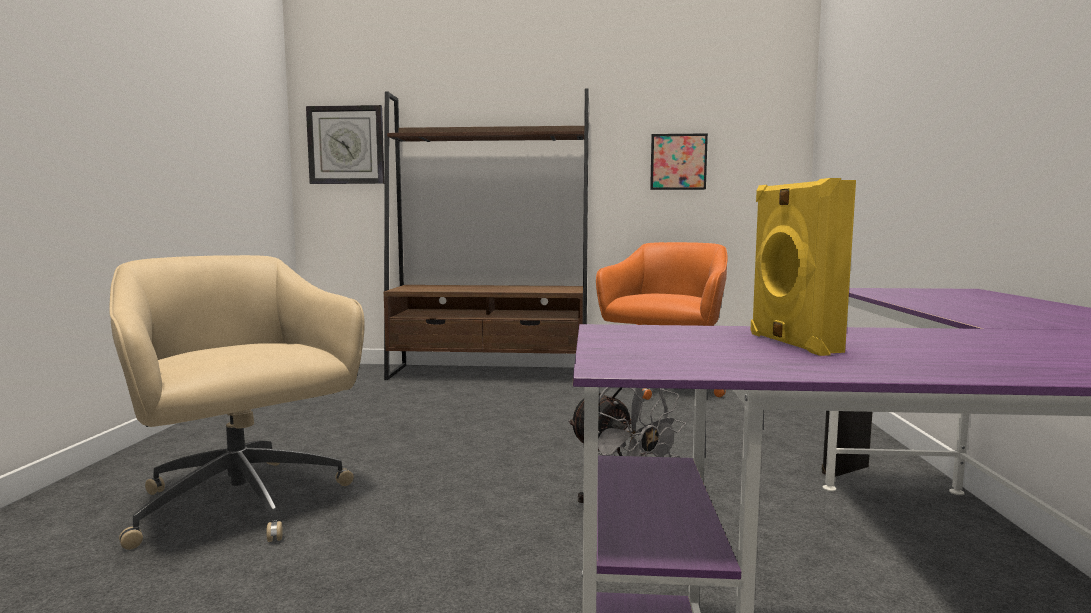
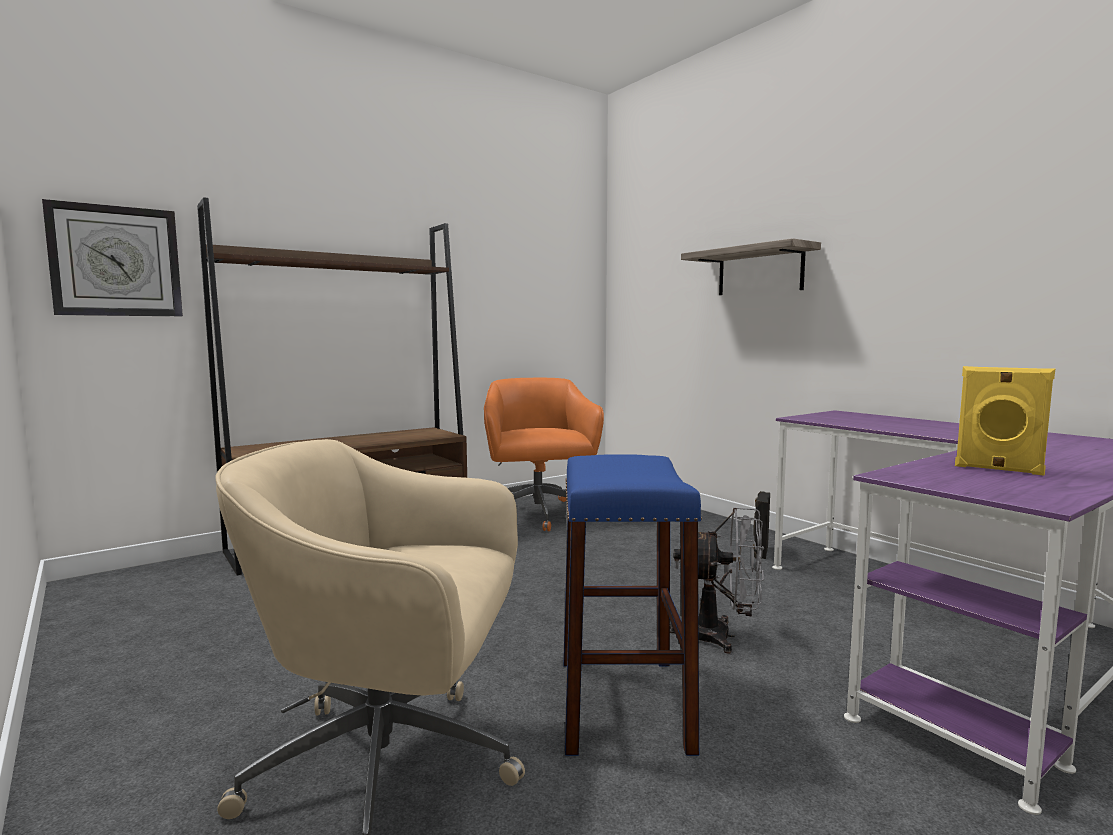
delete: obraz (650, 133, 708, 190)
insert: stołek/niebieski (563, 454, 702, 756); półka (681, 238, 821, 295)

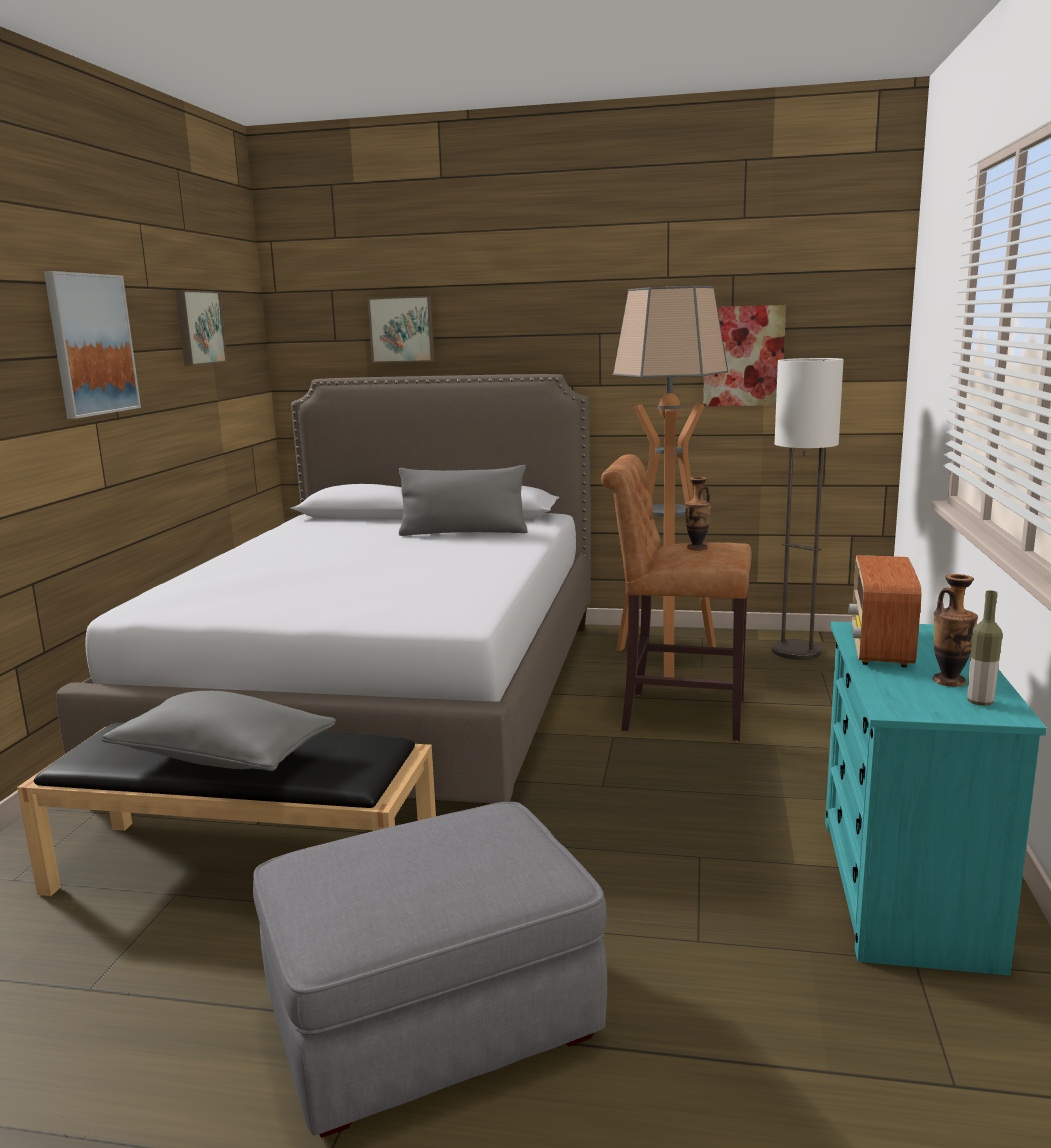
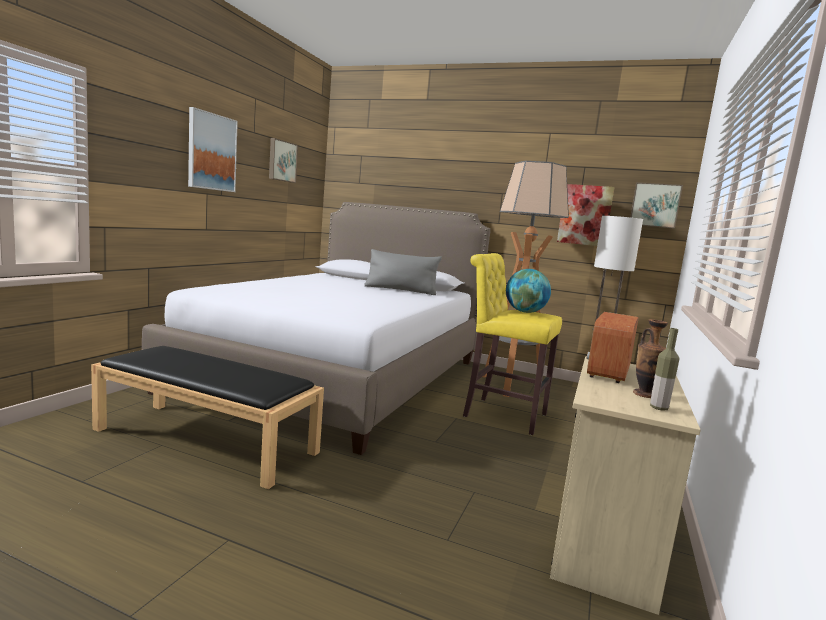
delete: poduszka/szary (102, 691, 336, 771); pufa/szary (253, 802, 607, 1138)
move: obraz (367, 296, 434, 363) to (630, 182, 683, 228)
replace: wazon (685, 477, 711, 551) to globus (506, 269, 551, 313)
recolor: stołek/brązowy (601, 454, 752, 741) to stołek/żółty (463, 253, 562, 435); komoda/turkusowy (825, 622, 1047, 976) to komoda/beżowy (550, 356, 701, 615)

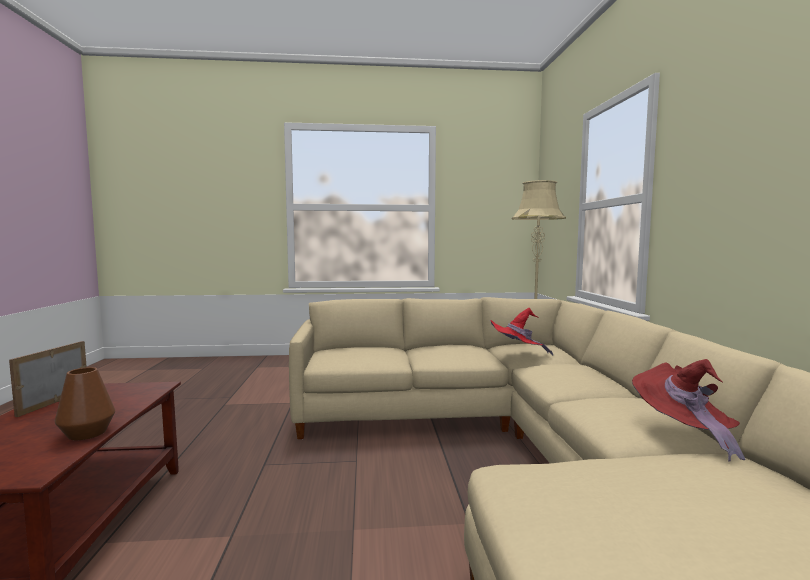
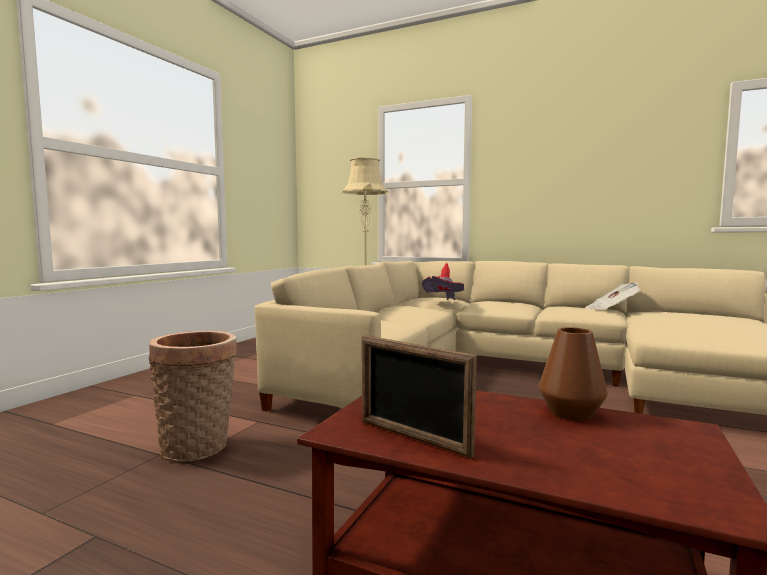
insert: koszyk (149, 331, 237, 462)
replace: kapelusz/czerwony (632, 359, 745, 462) to gazeta (585, 282, 640, 310)

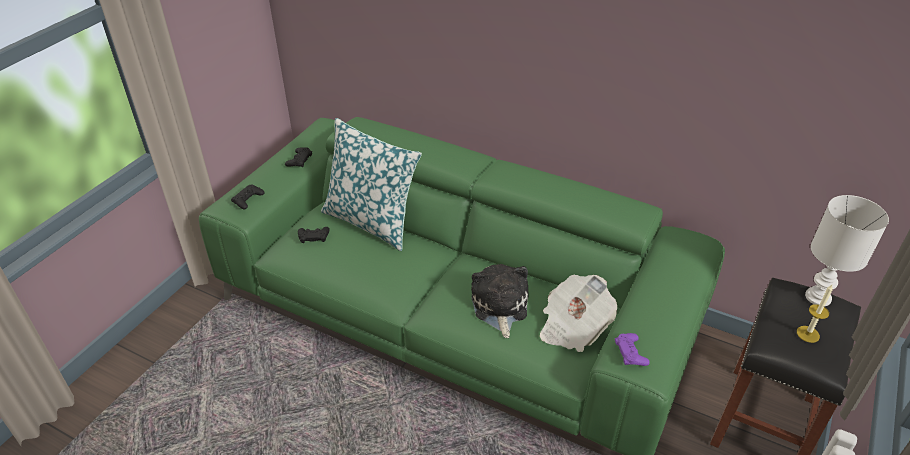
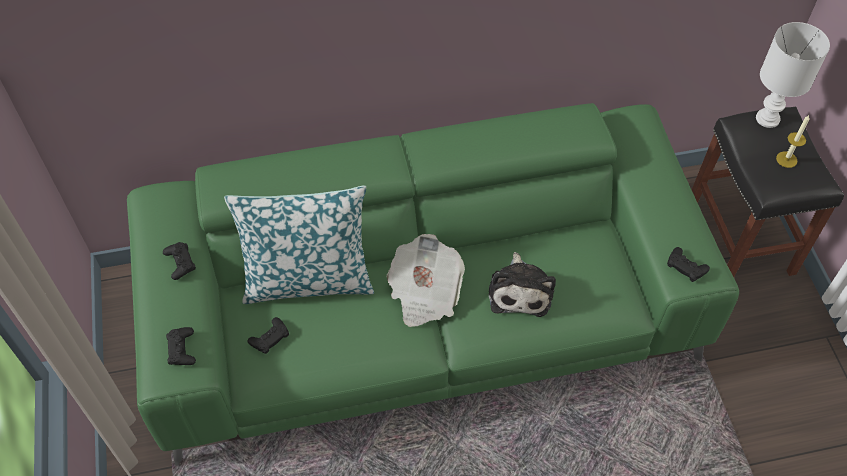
move: gazeta (540, 275, 617, 352) to (387, 234, 465, 327)
recolor: pad do gier/fioletowy (615, 333, 650, 366) to pad do gier/czarny (667, 247, 710, 282)
rotate: pluszak (471, 264, 529, 338) = (489, 252, 556, 317) 135 degrees counterclockwise

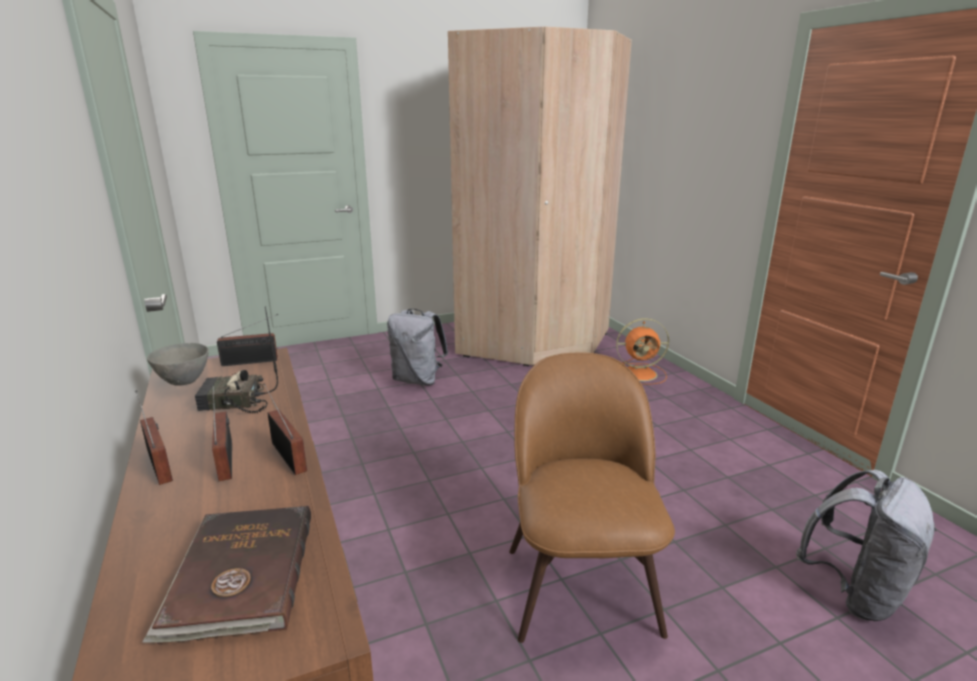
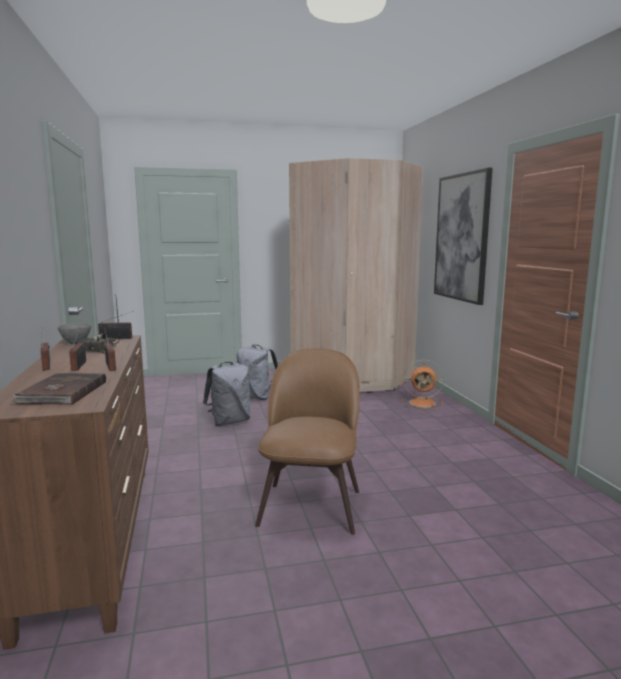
insert: obraz (434, 168, 492, 305)
move: plecak/szary (796, 469, 937, 621) to (203, 362, 250, 426)

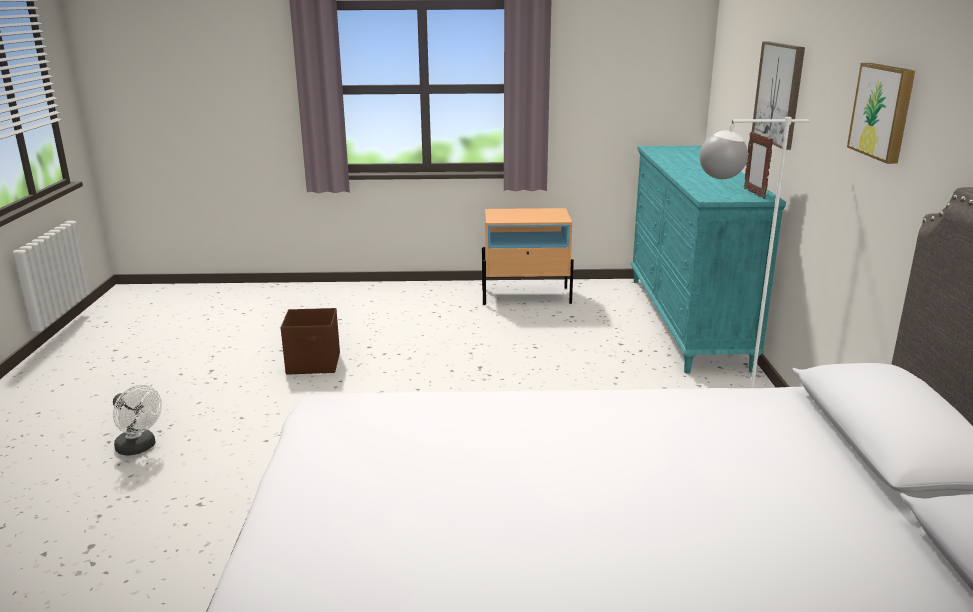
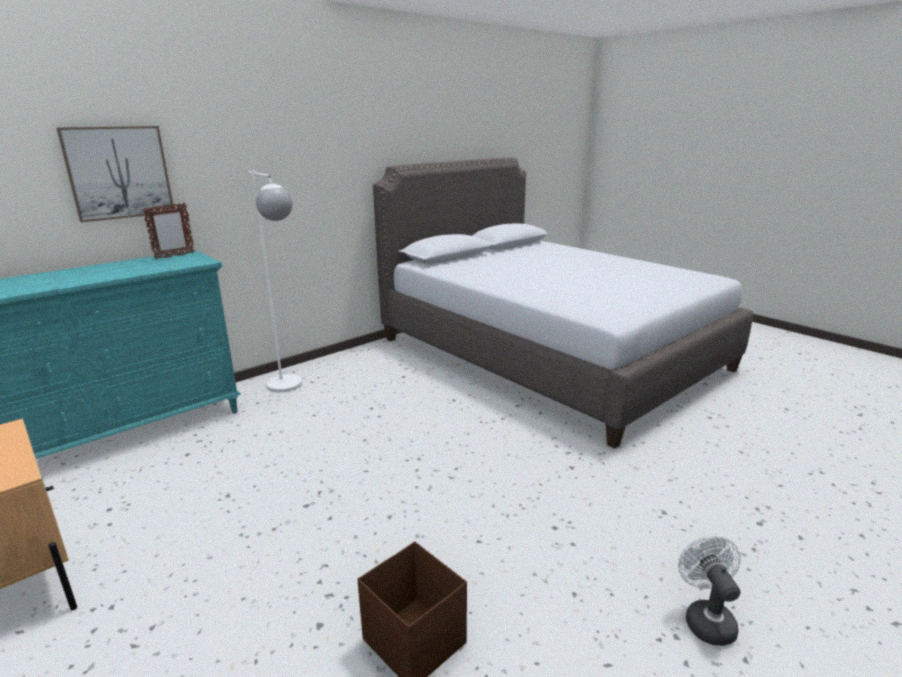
delete: obraz (847, 63, 915, 164)

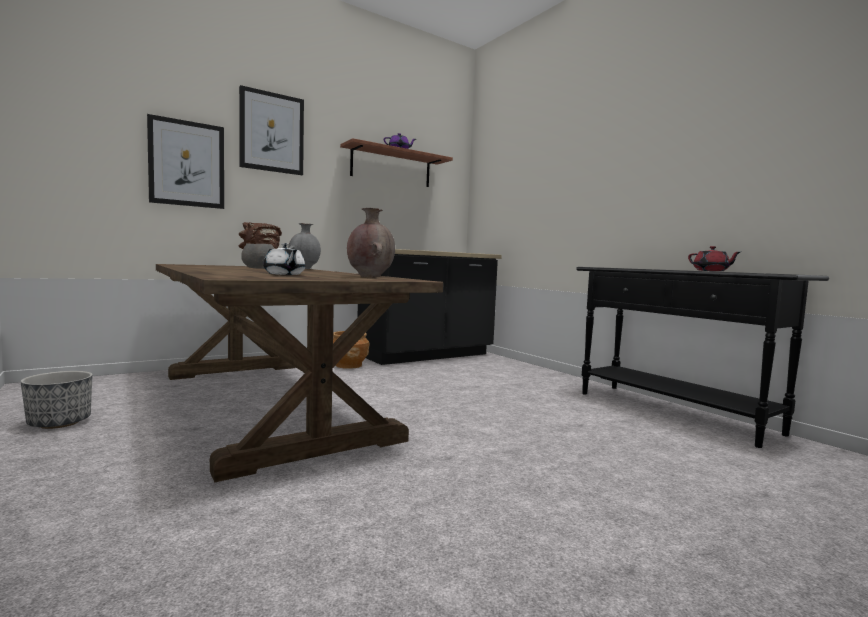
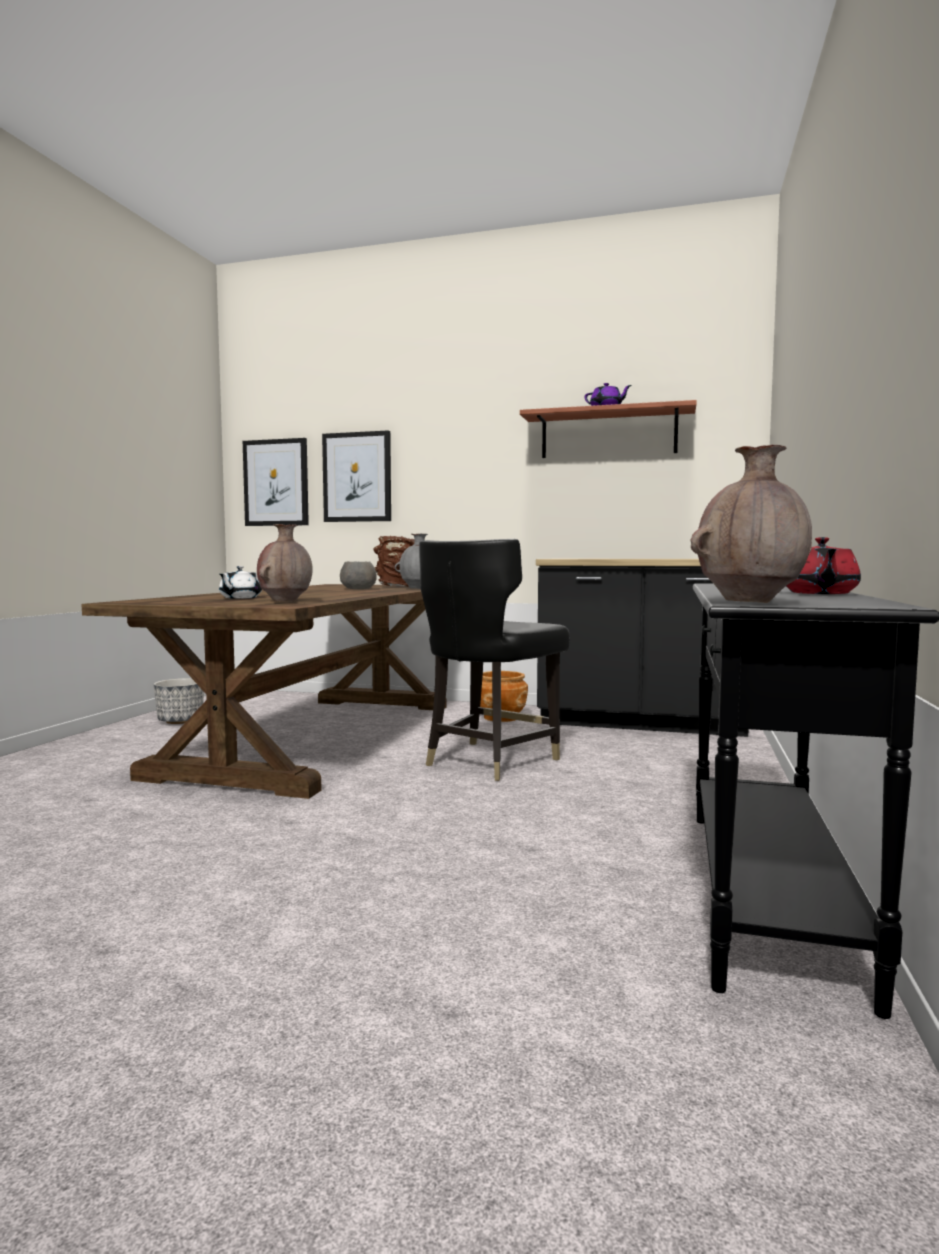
insert: krzesło/czarny (419, 539, 570, 781); wazon/brązowy (690, 445, 812, 603)
move: obraz (239, 85, 304, 175) to (243, 438, 309, 526)

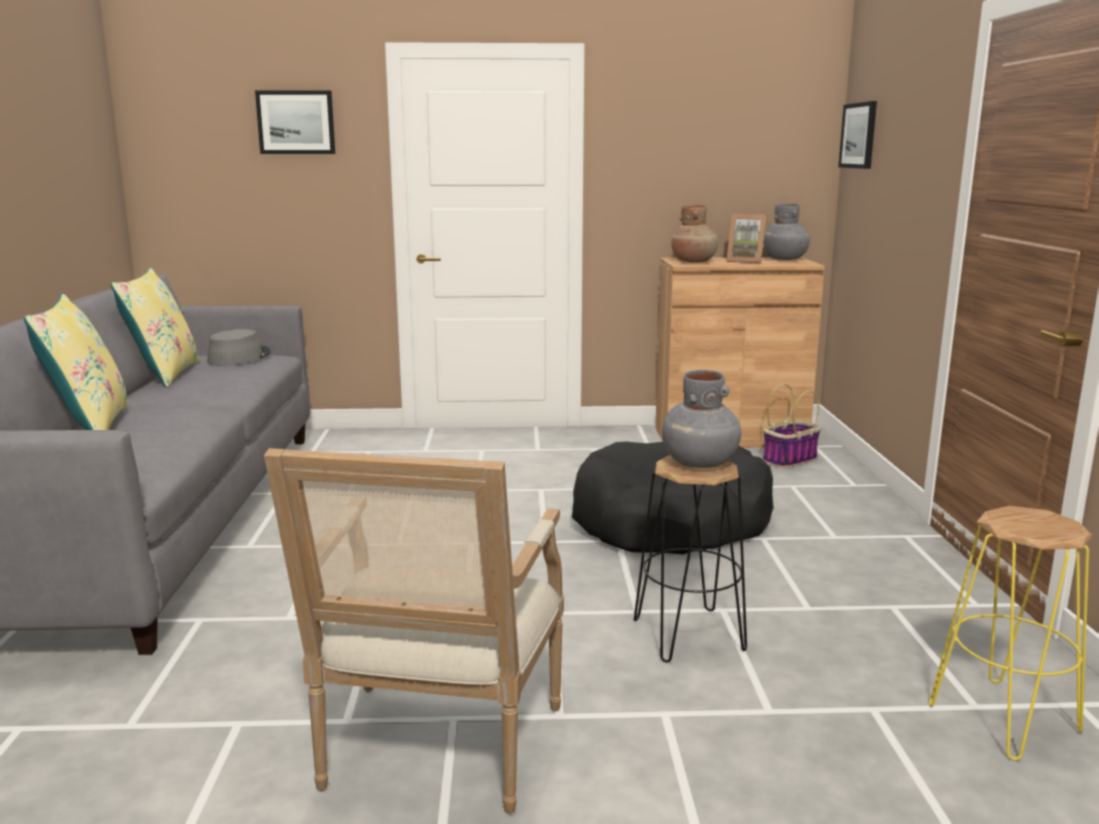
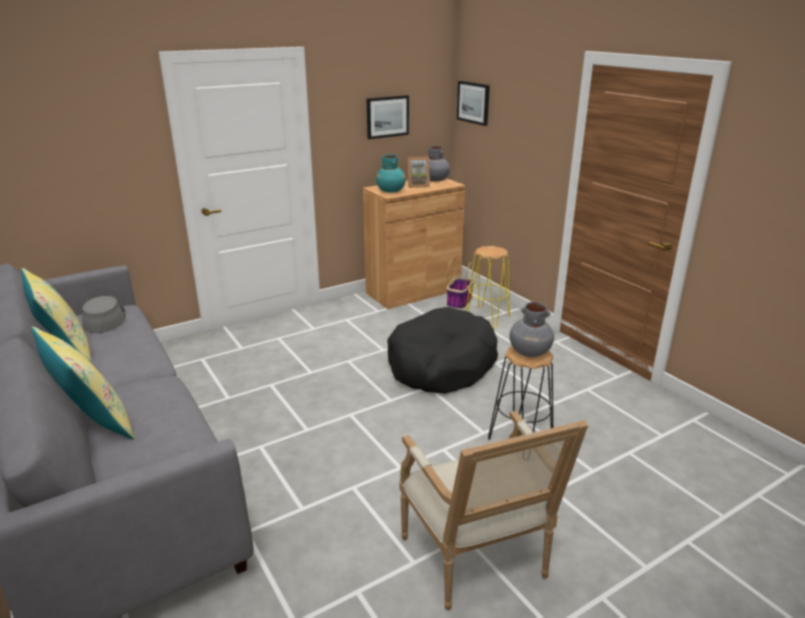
move: obraz (255, 90, 335, 154) to (367, 95, 409, 139); stołek/żółty (929, 506, 1092, 761) to (466, 246, 510, 328)
recolor: wazon/brązowy (671, 205, 718, 263) to wazon/turkusowy (376, 154, 406, 193)

